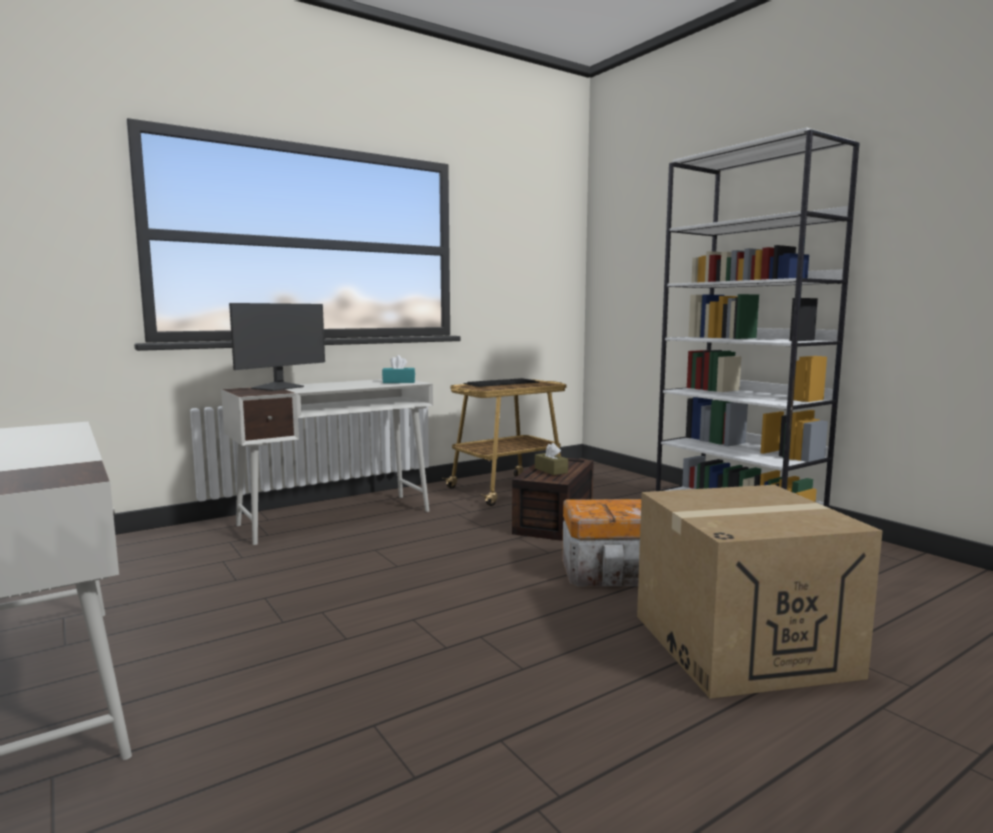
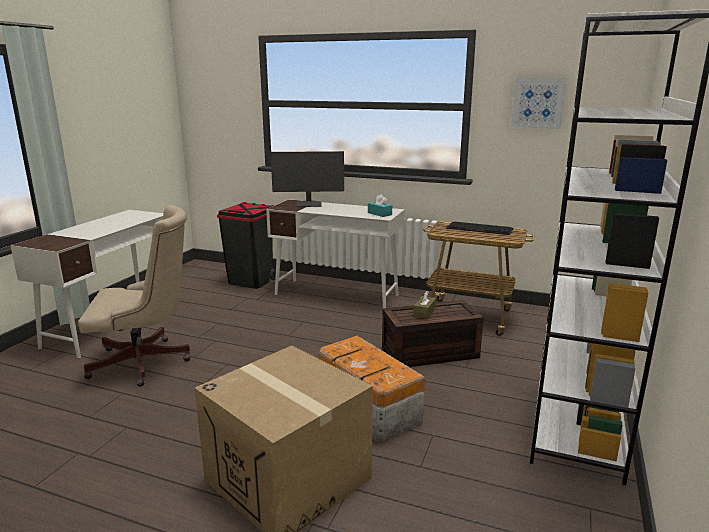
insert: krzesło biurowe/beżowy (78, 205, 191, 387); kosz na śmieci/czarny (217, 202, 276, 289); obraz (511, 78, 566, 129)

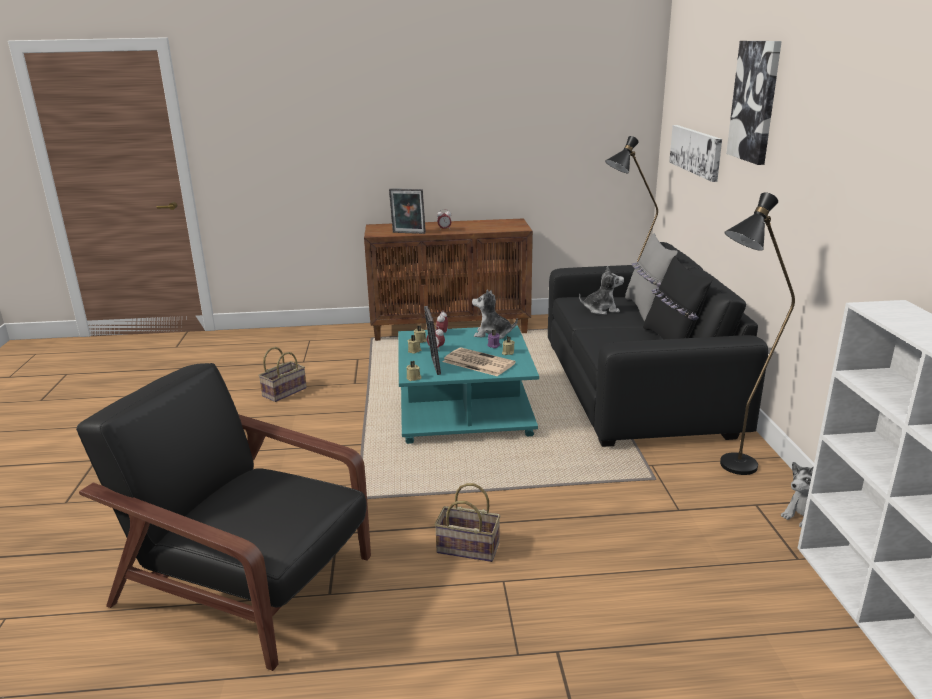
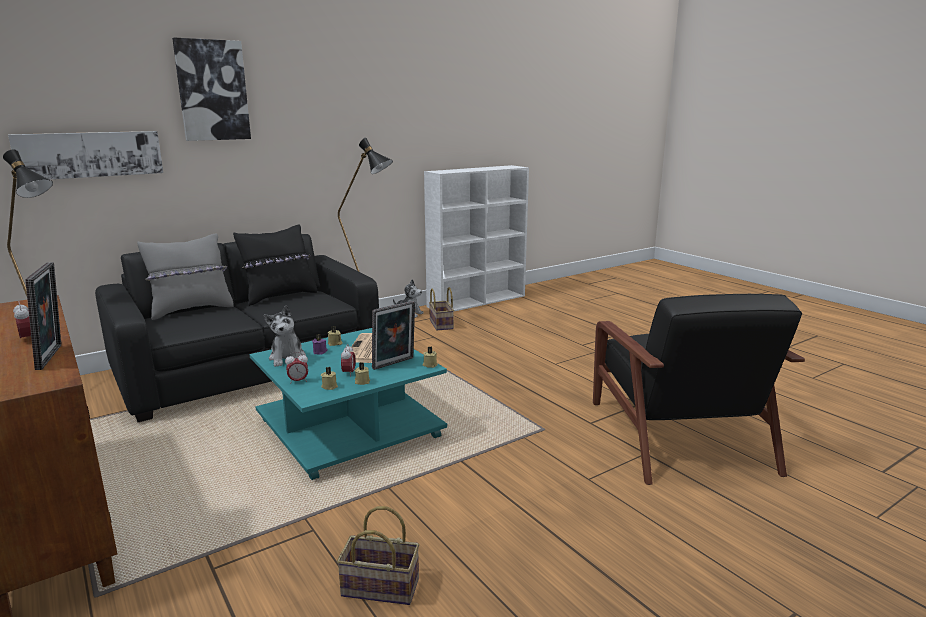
delete: pluszak (579, 266, 624, 315)
move: koszyk (434, 483, 500, 562) to (429, 287, 454, 330)

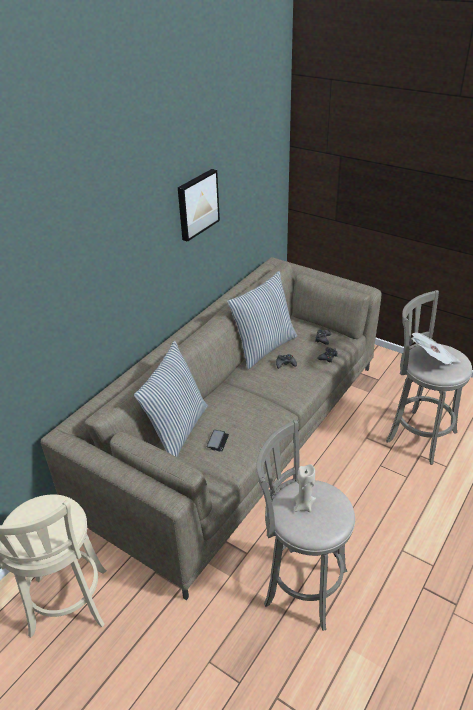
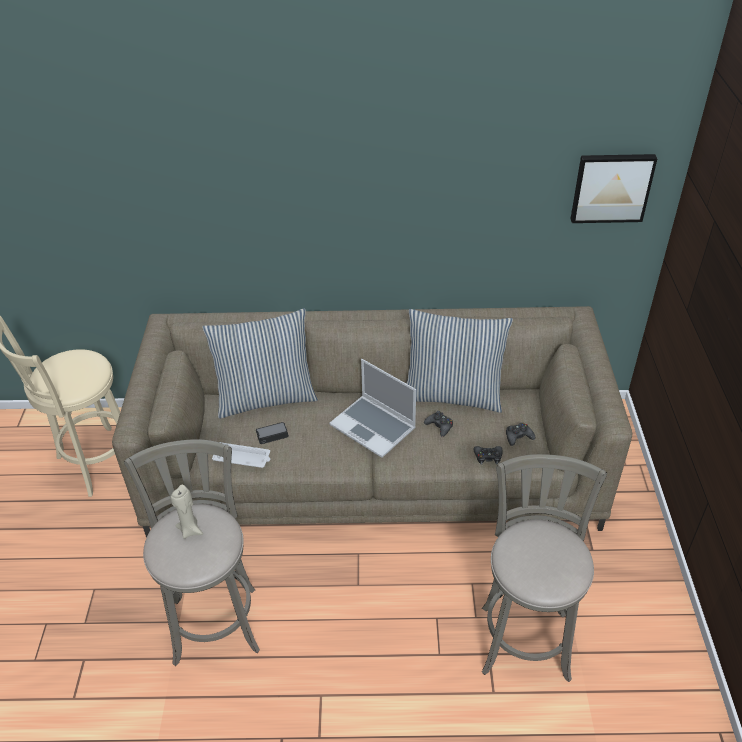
delete: gazeta (412, 333, 461, 365)
insert: taca/biały (212, 442, 270, 468); laptop (329, 359, 416, 458)
move: obraz (178, 169, 220, 242) to (570, 154, 658, 223)

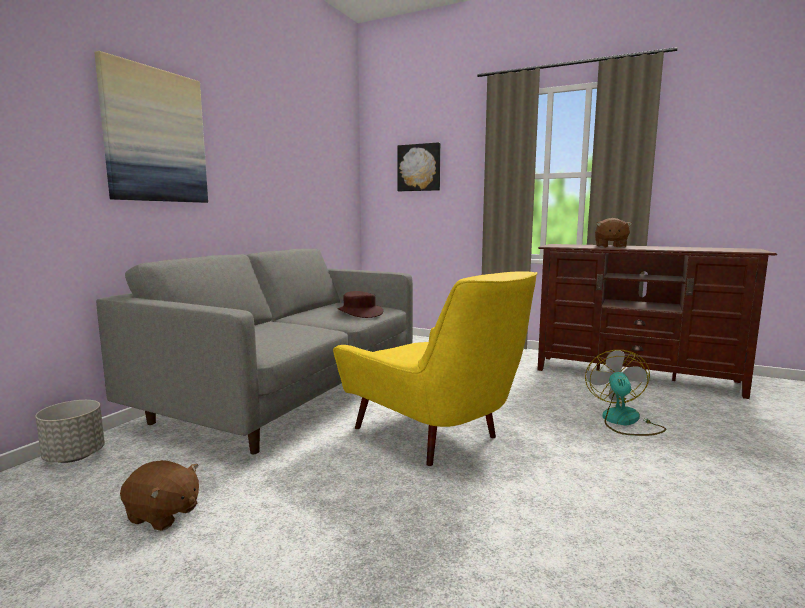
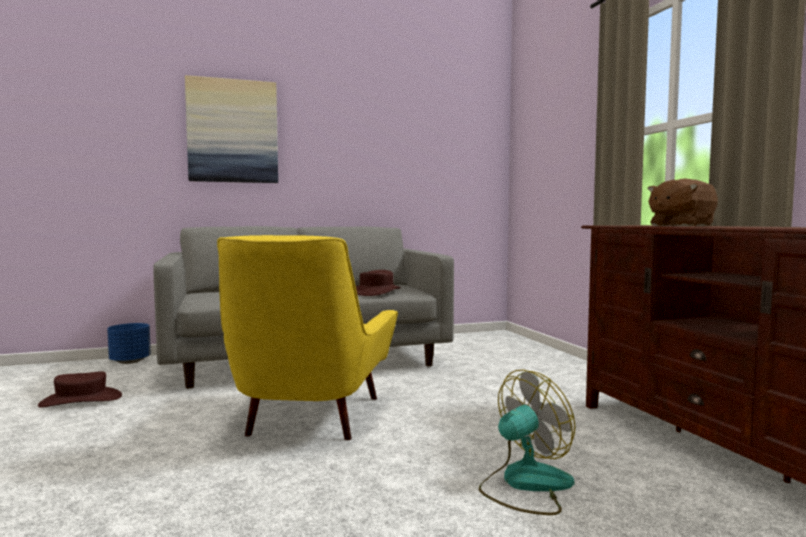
delete: obraz (397, 142, 440, 191)
replace: pluszak/brązowy (120, 460, 199, 531) to kapelusz/brązowy (38, 371, 122, 407)
recolor: donica/szary (35, 400, 105, 463) to donica/niebieski (107, 323, 151, 364)

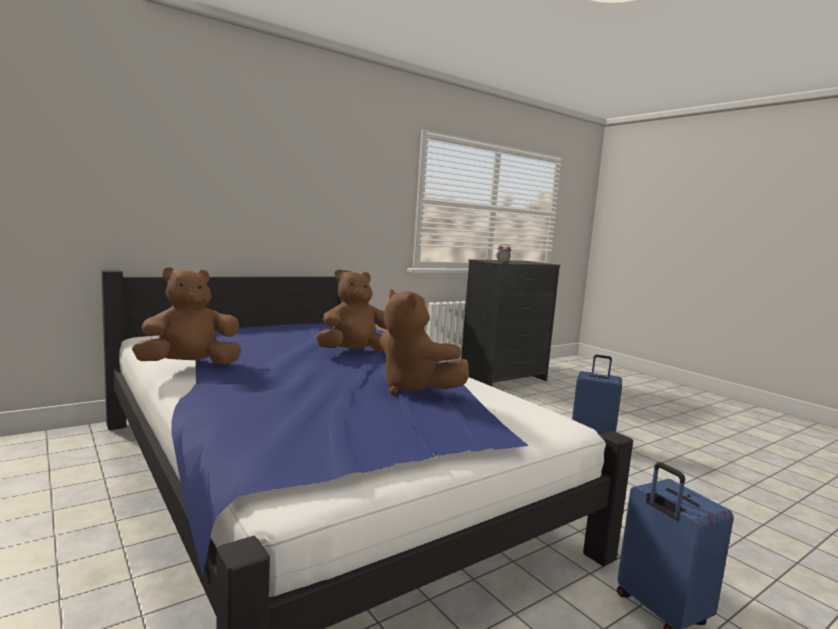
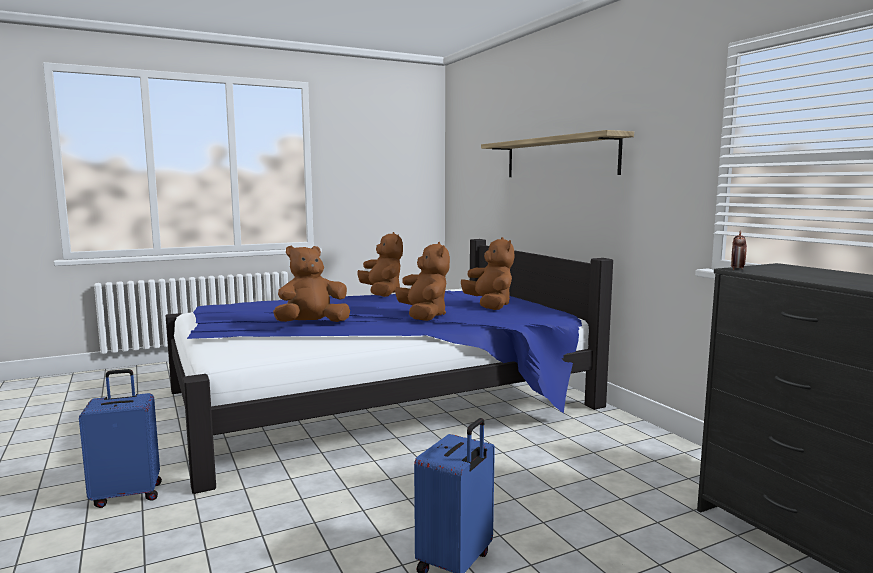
insert: pluszak/brązowy (461, 237, 515, 310); półka (481, 130, 634, 177)

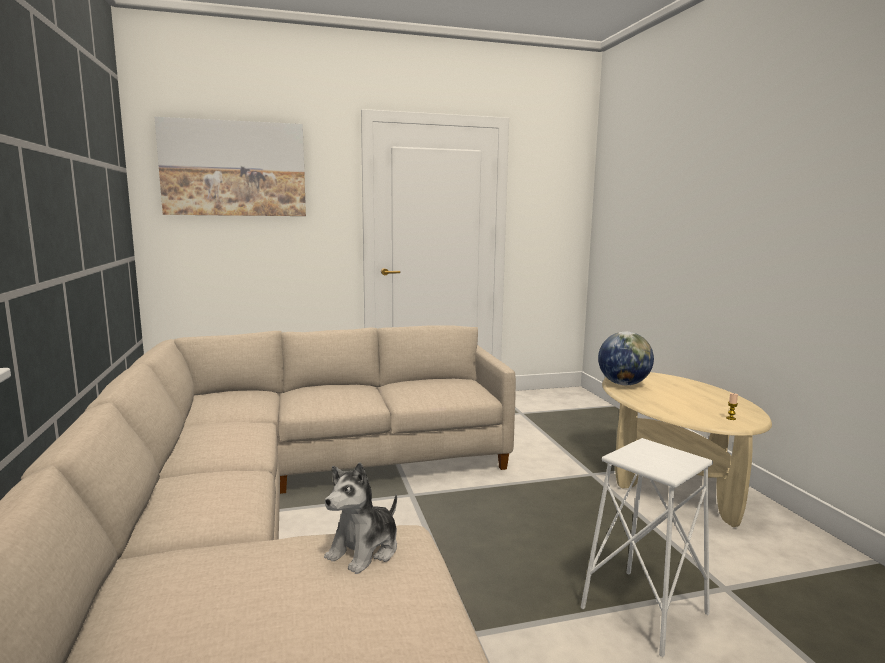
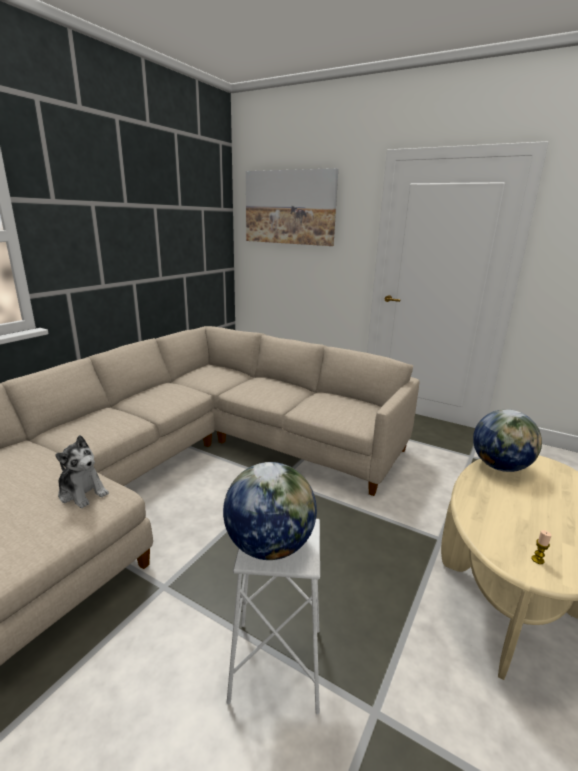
insert: globus (223, 462, 317, 560)
rotate: pluszak (324, 462, 397, 574) = (55, 435, 109, 508) 135 degrees counterclockwise

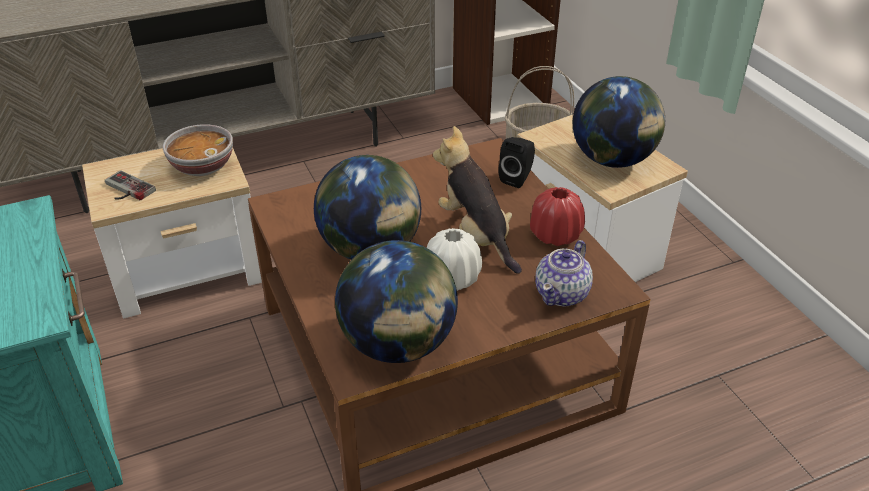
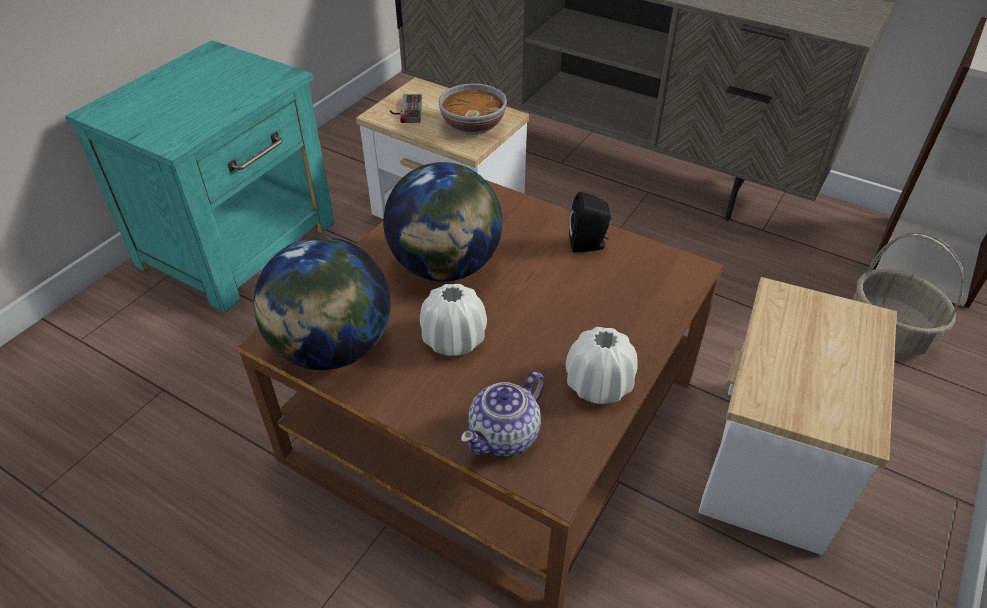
delete: pluszak (433, 126, 522, 274); globus (573, 76, 665, 168)
move: głośnik/czarny (498, 137, 535, 188) to (569, 192, 611, 253)
recolor: wazon/czerwony (530, 187, 585, 246) to wazon/biały (566, 327, 638, 404)
rotate: imbryk (535, 240, 593, 307) = (461, 372, 545, 457) 45 degrees counterclockwise

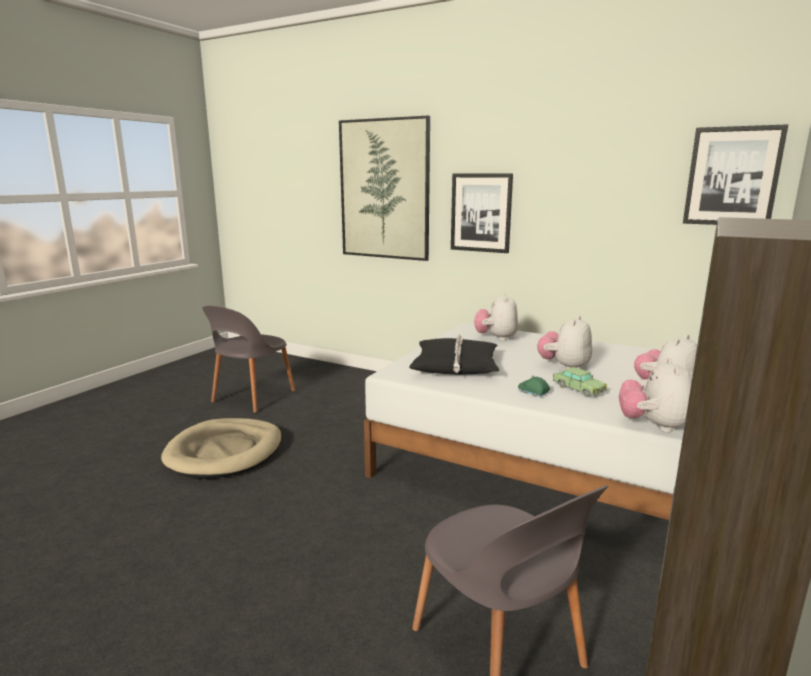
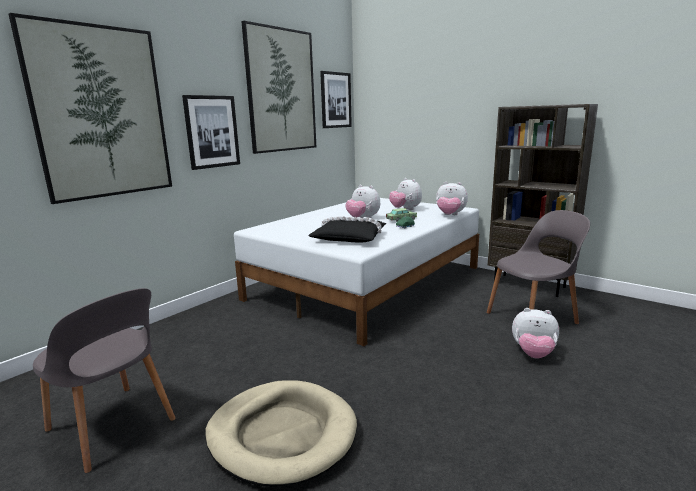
insert: obraz (241, 21, 316, 154)
move: pluszak (474, 293, 518, 341) to (512, 308, 559, 358)

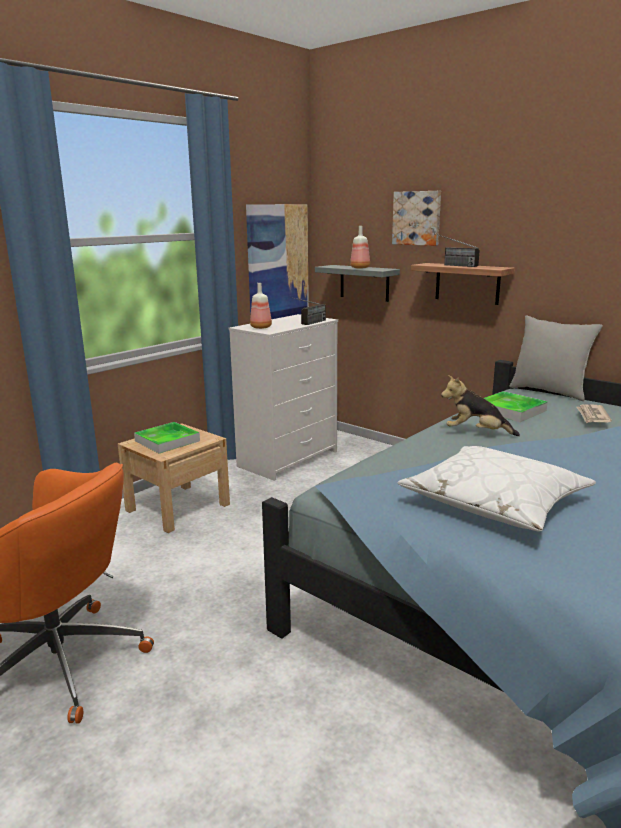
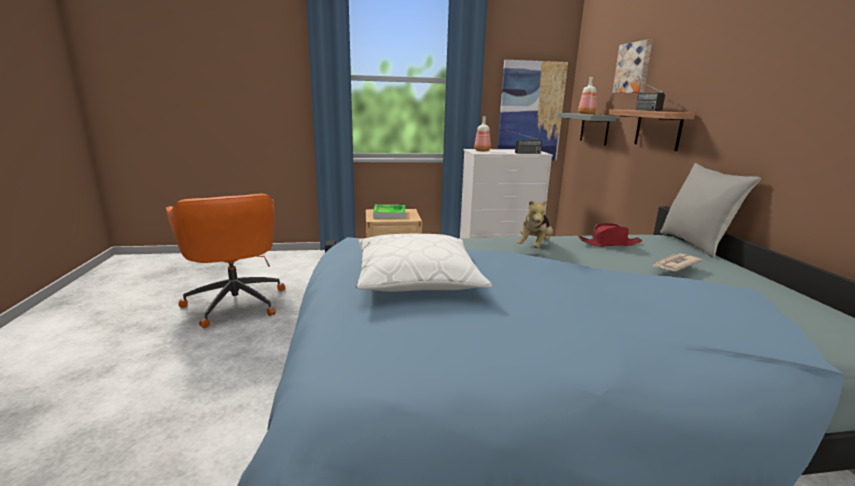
replace: taca (484, 391, 548, 422) to kapelusz/czerwony (578, 223, 642, 247)
rotate: pluszak (441, 375, 520, 436) = (517, 199, 553, 248) 120 degrees counterclockwise

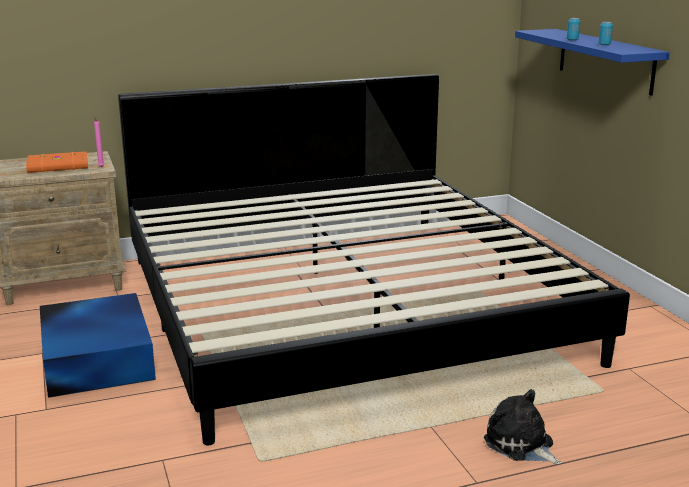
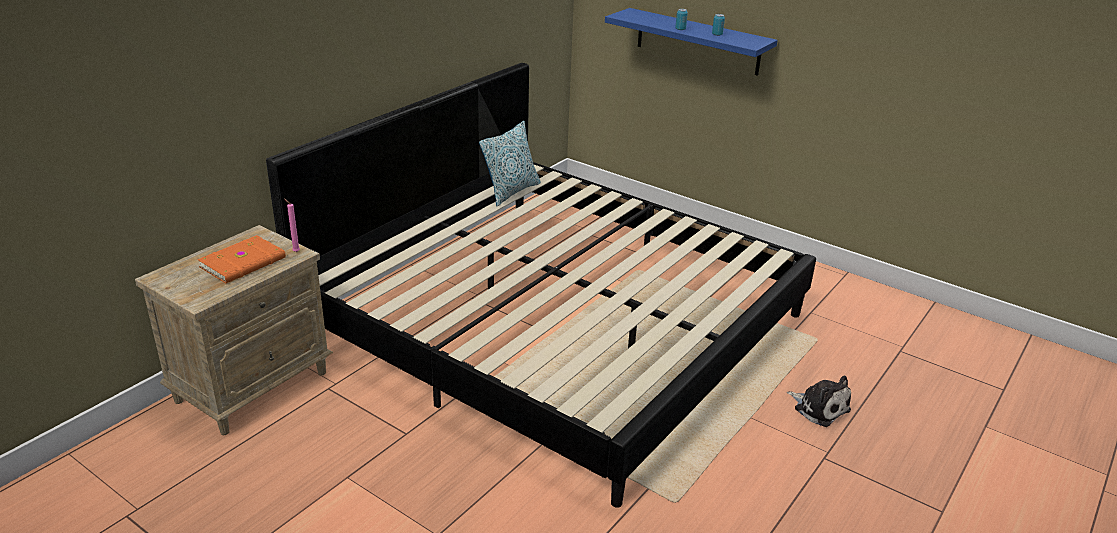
delete: pojemnik do przechowywania/niebieski (40, 293, 156, 398)
insert: poduszka (479, 121, 541, 206)
rotate: pluszak (484, 389, 562, 464) = (787, 375, 851, 427) 150 degrees counterclockwise

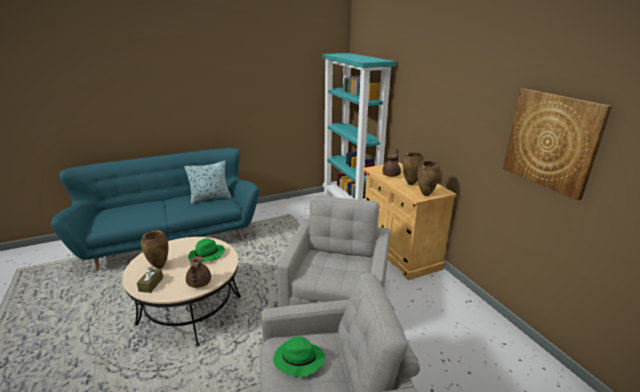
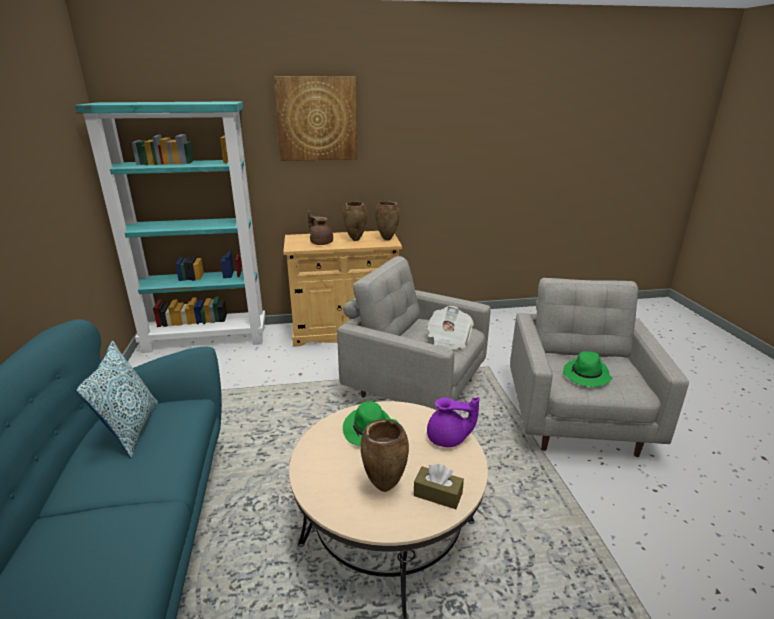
insert: gazeta (427, 306, 474, 350)
move: obraz (503, 88, 612, 201) to (274, 76, 357, 161)
recolor: imbryk/brązowy (186, 256, 211, 288) to imbryk/fioletowy (427, 397, 479, 447)

